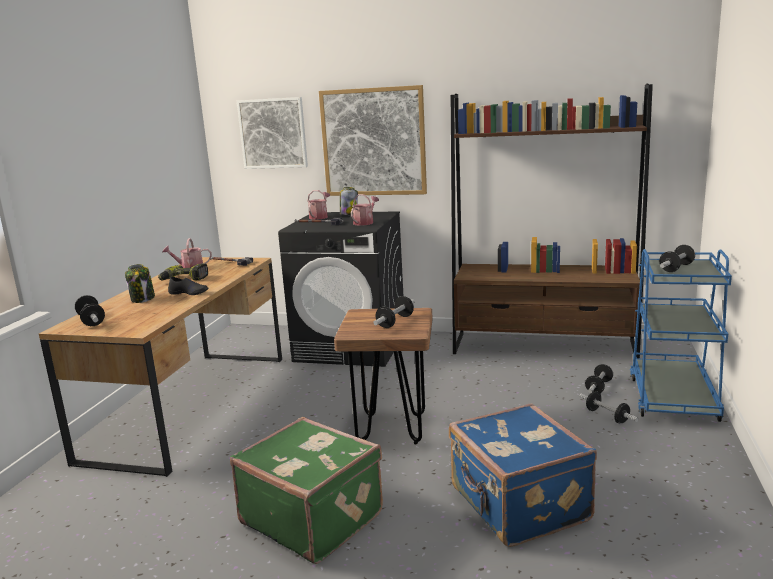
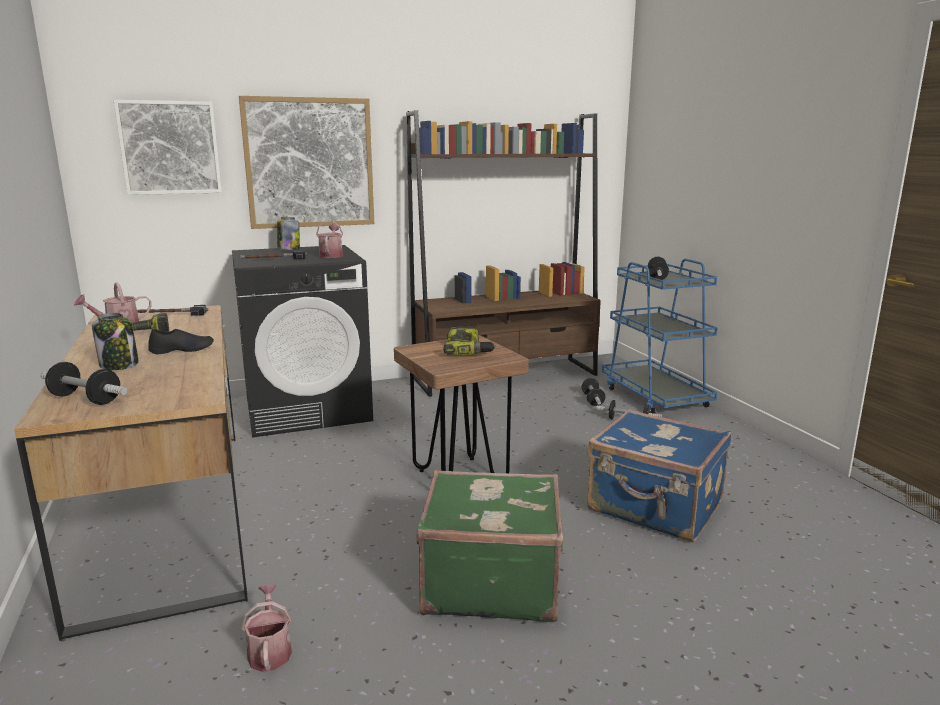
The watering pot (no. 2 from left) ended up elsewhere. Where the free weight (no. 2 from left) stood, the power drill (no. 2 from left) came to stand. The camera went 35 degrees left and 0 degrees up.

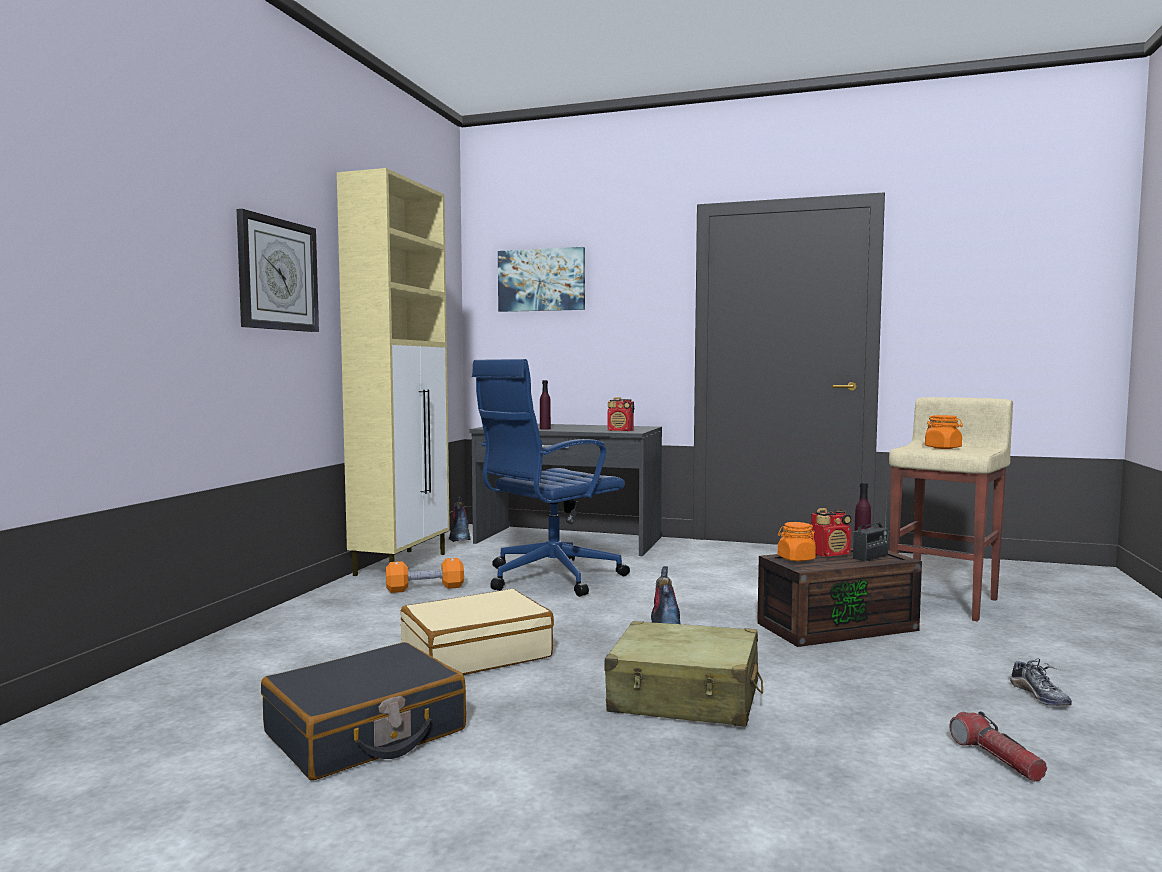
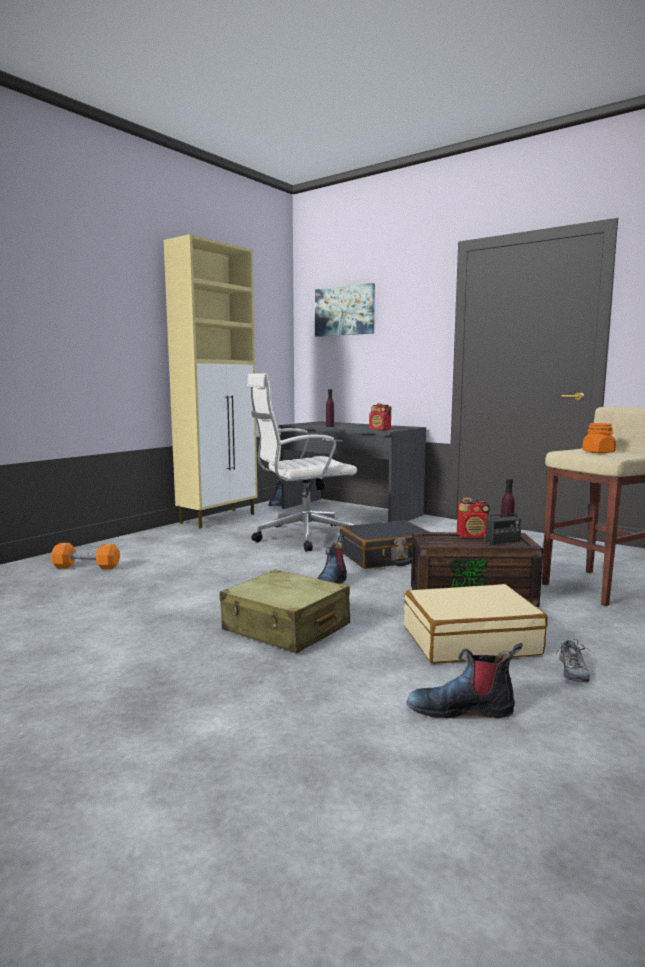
The second view lost the clock on the wall. The blackish suitcase ended up elsewhere. The orange-coloured free weight ended up elsewhere. The beige suitcase (no. 1 from left in the first image) ended up elsewhere. What was the blue-coloured computer chair turned into the white-coloured computer chair. The second view lost the orange-coloured storage jar (no. 1 from left). Where the flashlight stood, the high-top boot (no. 3 from left) came to stand. The camera went 20 degrees right and 5 degrees up.

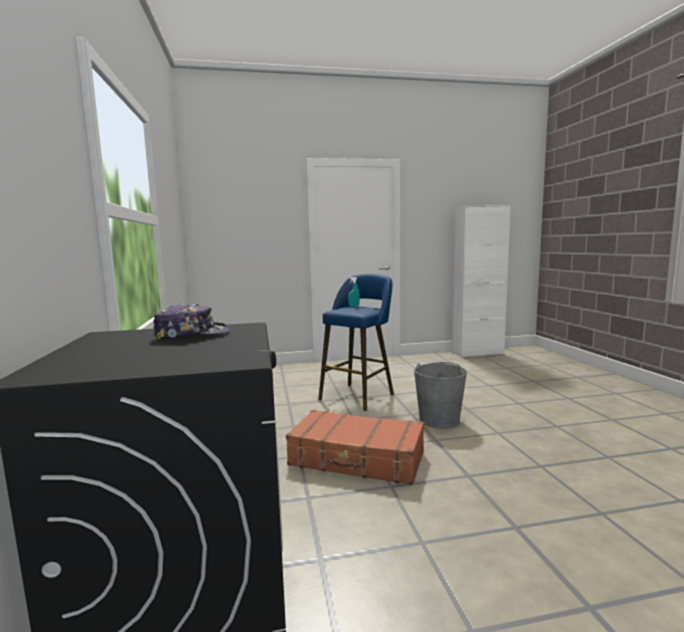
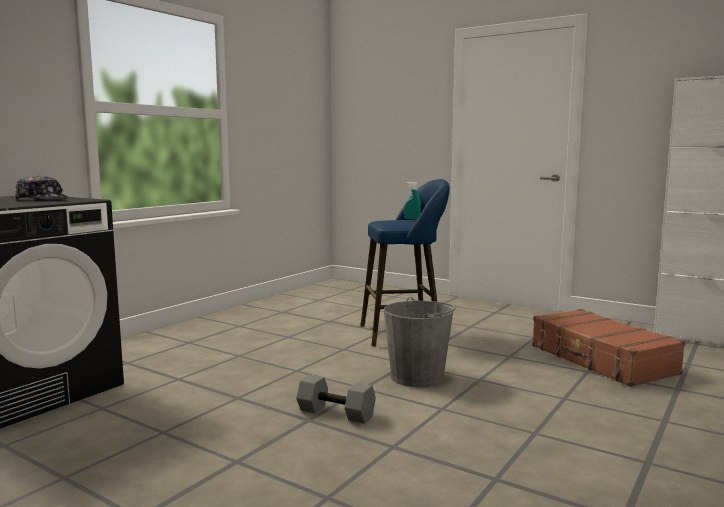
The brown-coloured suitcase ended up elsewhere. The second view gained the gray free weight. The camera went 45 degrees right and 0 degrees up.

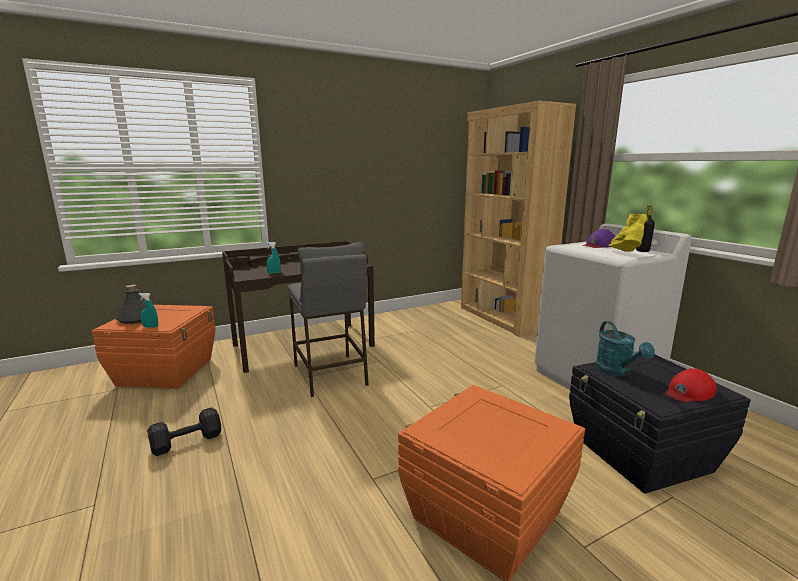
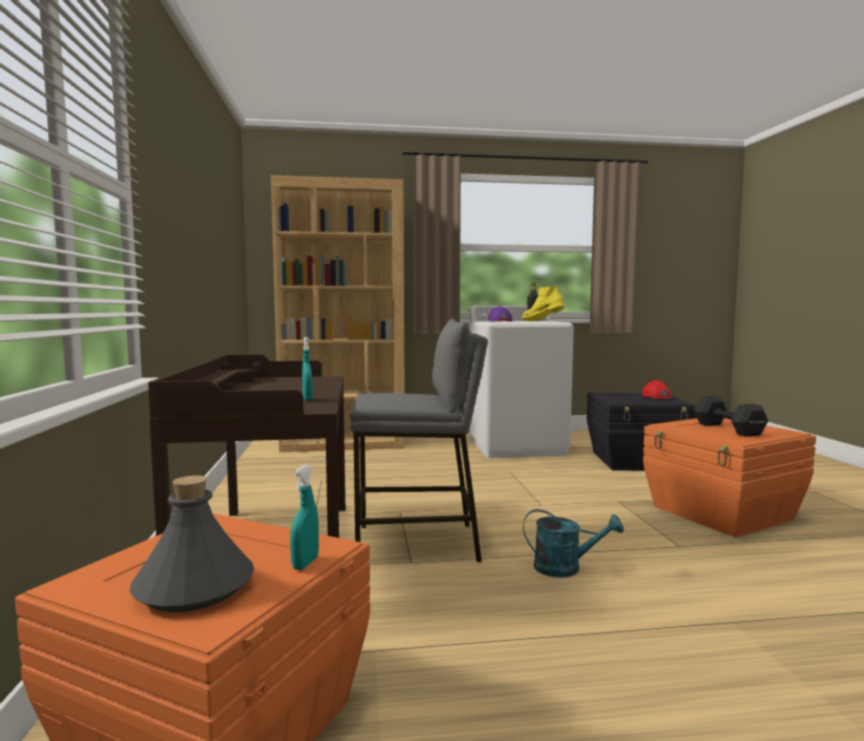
The blackish free weight ended up elsewhere. The blue-green watering pot ended up elsewhere. The camera went 70 degrees left and 10 degrees down.

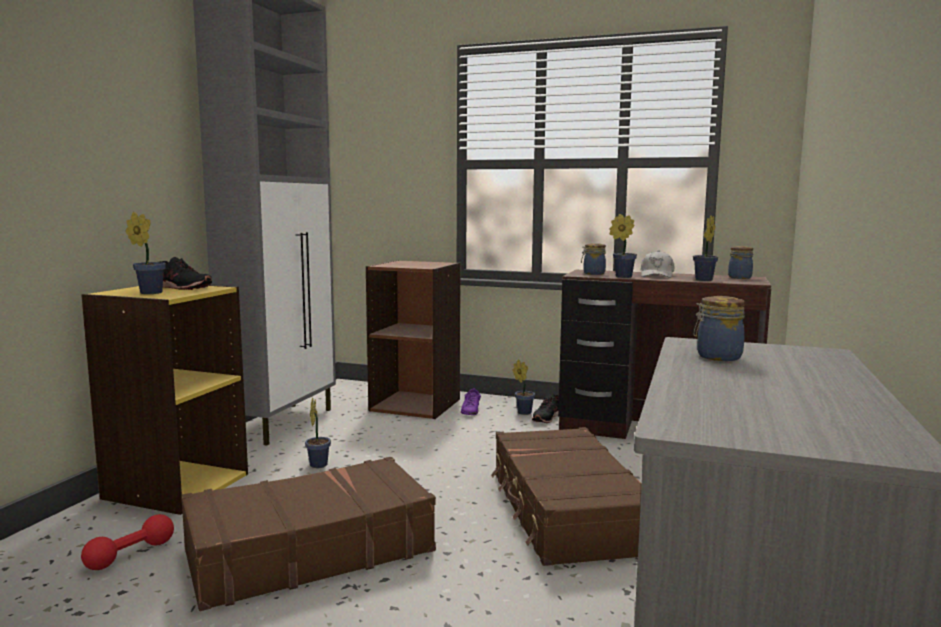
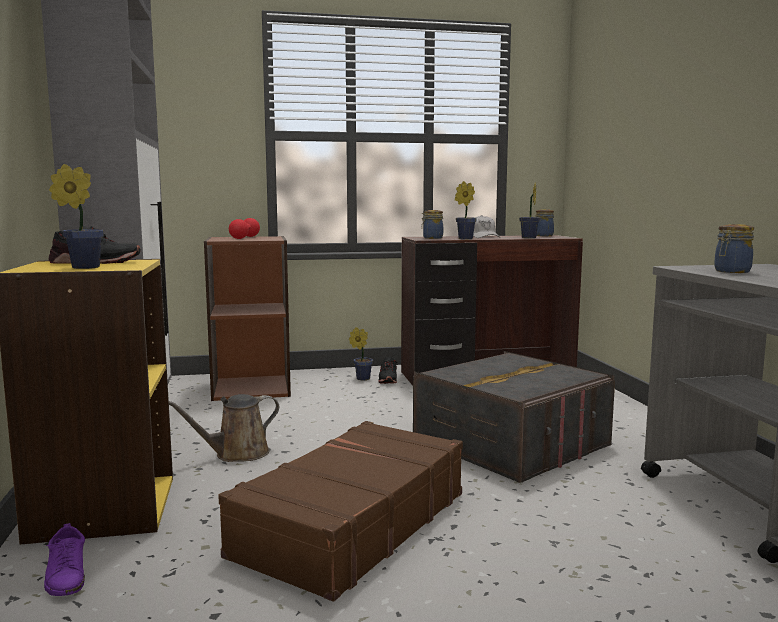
The red-coloured free weight ended up elsewhere. Where the potted plant (no. 2 from left) stood, the brown-coloured watering pot came to stand. The purplish low shoe ended up elsewhere. Where the brown-coloured suitcase (no. 2 from left) stood, the gray storage container came to stand. The camera went 30 degrees left and 0 degrees up.

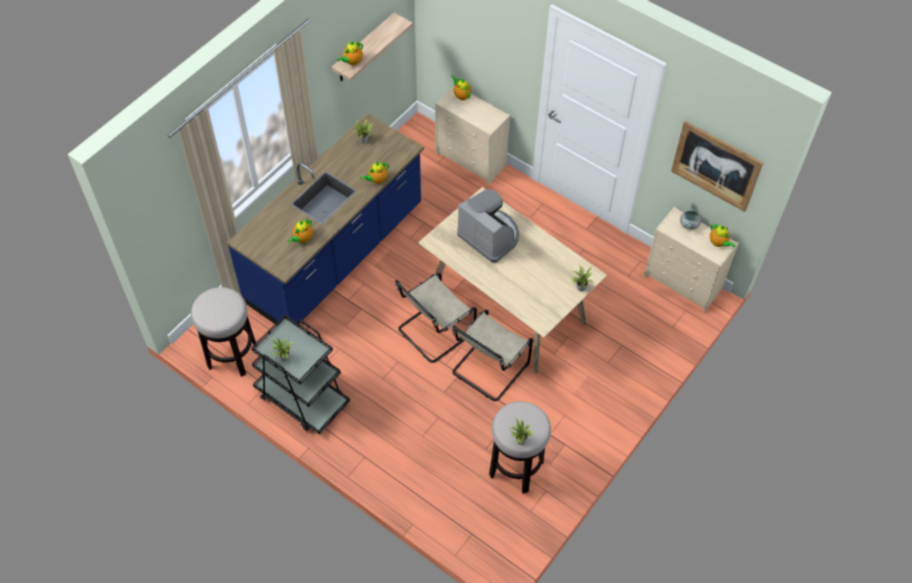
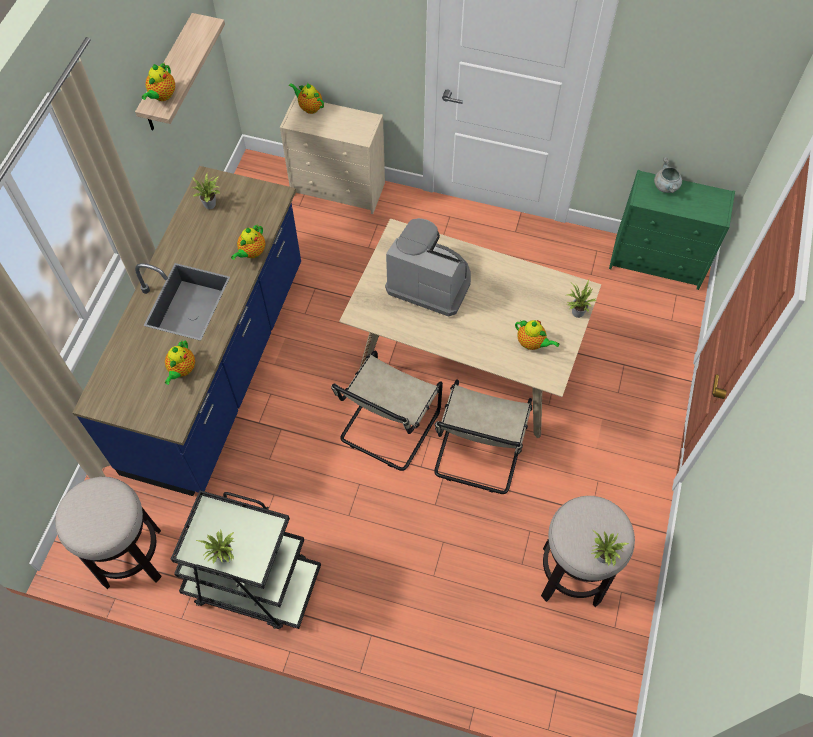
What was the beige chest of drawers (no. 2 from left) turned into the greenish chest of drawers. The second view lost the picture. The pot for tea (no. 5 from left) ended up elsewhere. The camera went 20 degrees left and 5 degrees up.

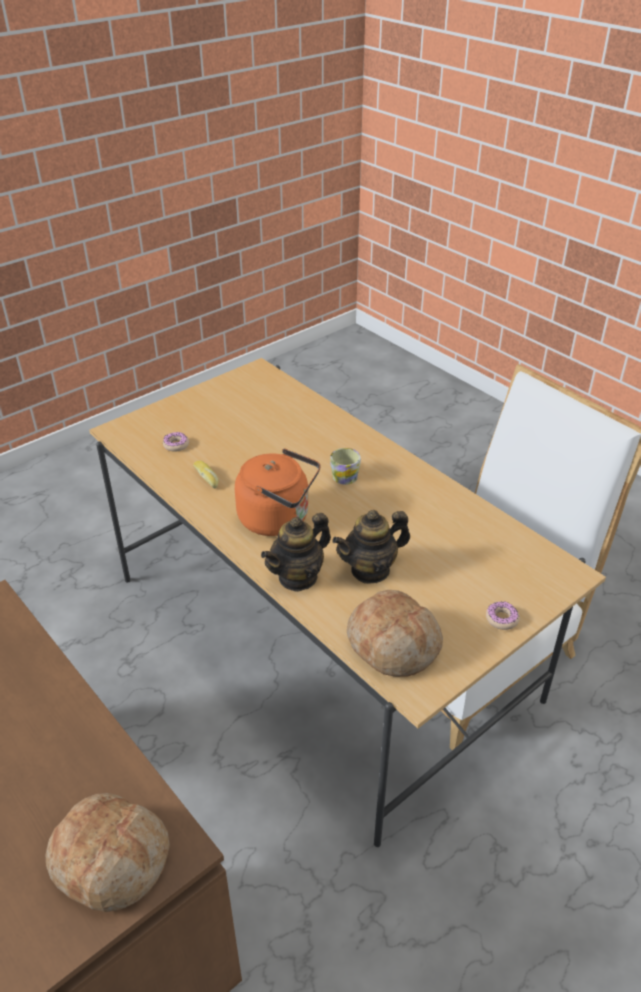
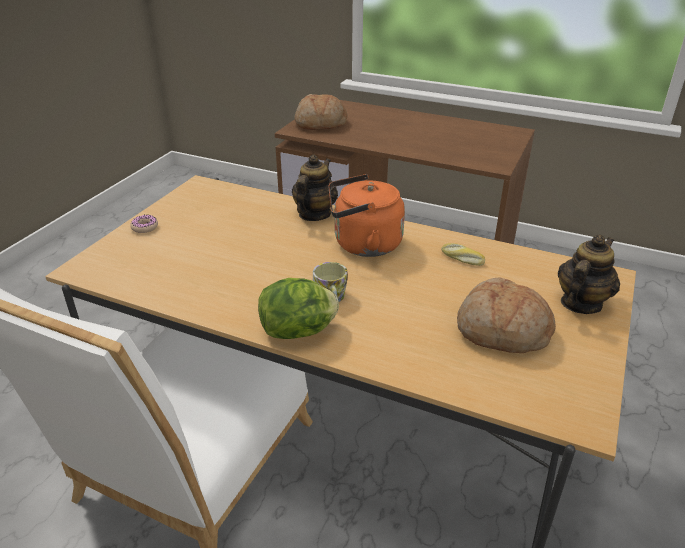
The second view lost the donut (no. 1 from left). The pot for tea (no. 2 from left) ended up elsewhere. The bakery bread (no. 3 from left) ended up elsewhere. The second view gained the head of lettuce. The camera went 155 degrees right and 5 degrees down.

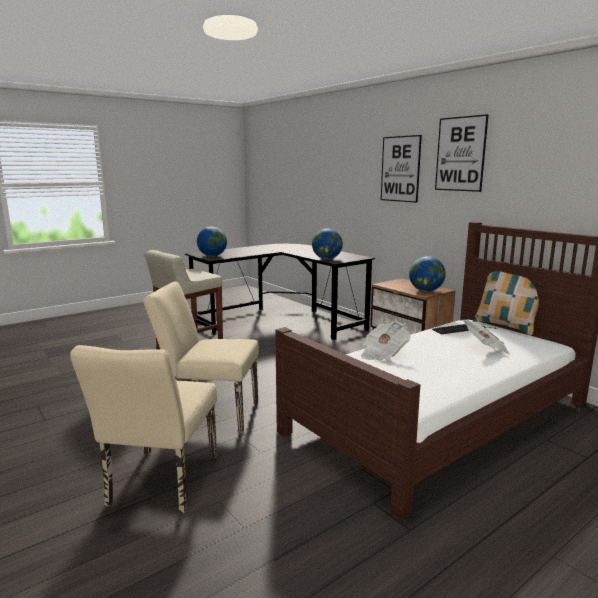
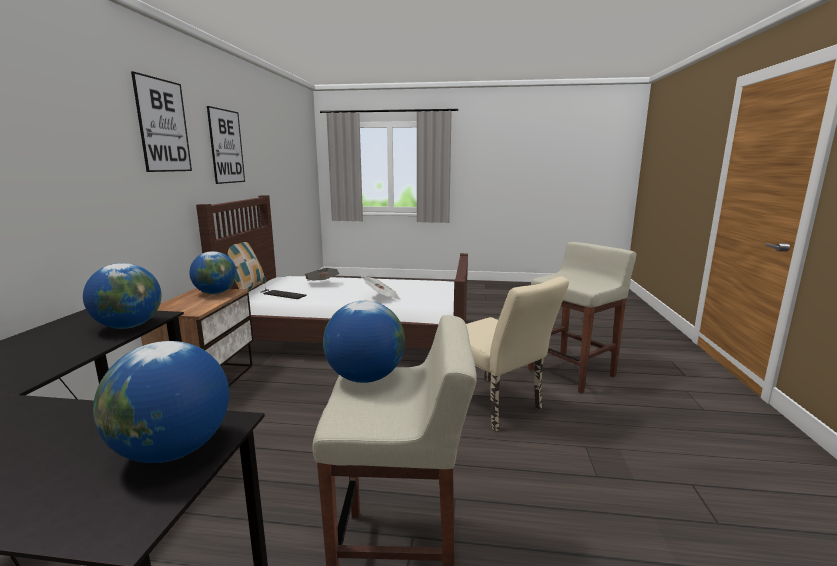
Where the beige upright chair (no. 1 from left) stood, the beige stool seat (no. 2 from left) came to stand. The picture (no. 1 from left in the first image) ended up elsewhere. The second view gained the desk globe (no. 4 from left). The camera went 135 degrees left and 0 degrees up.

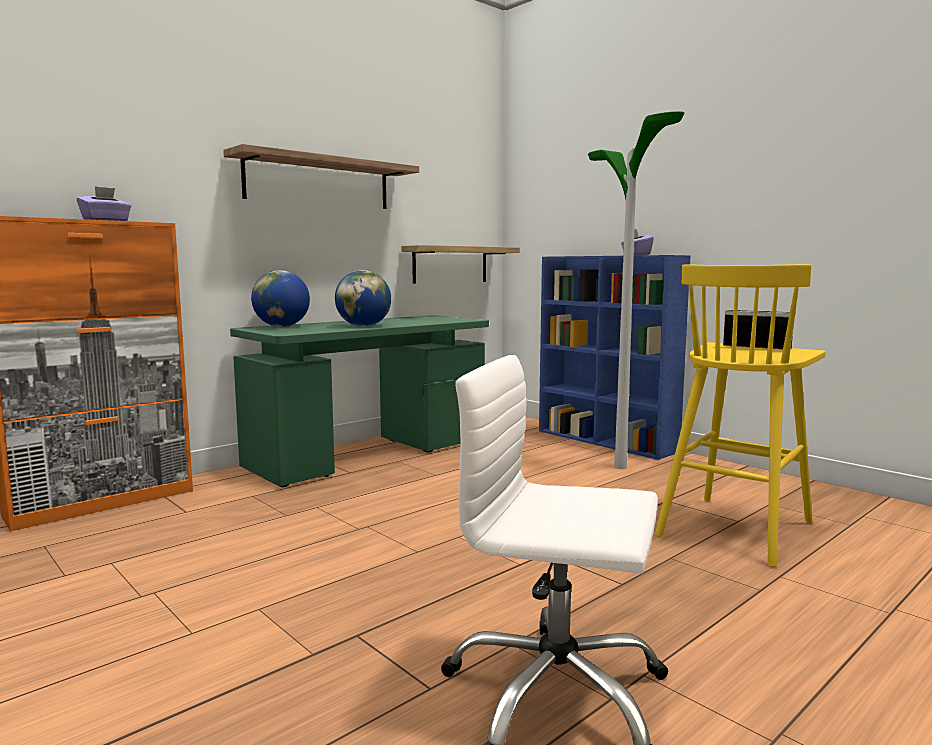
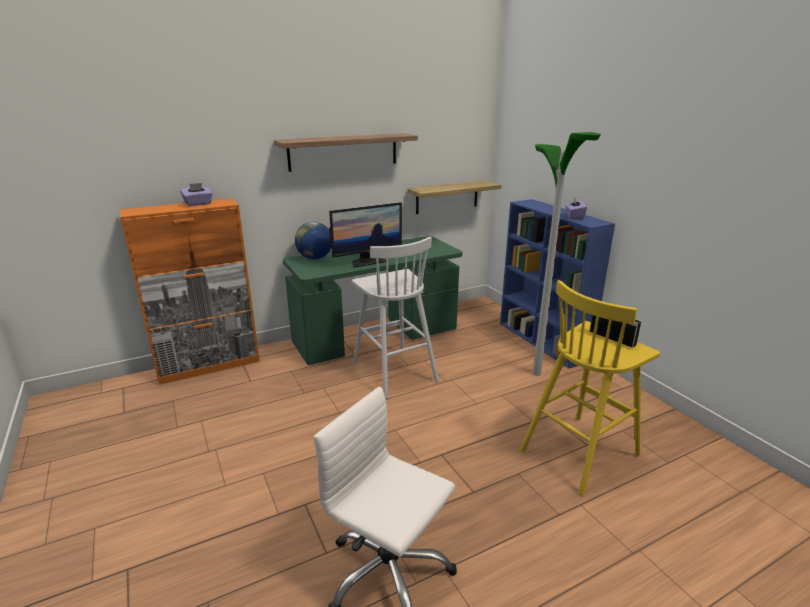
Where the desk globe (no. 2 from left) stood, the computer screen came to stand. The second view gained the white-coloured stool seat. The camera went 15 degrees right and 15 degrees up.

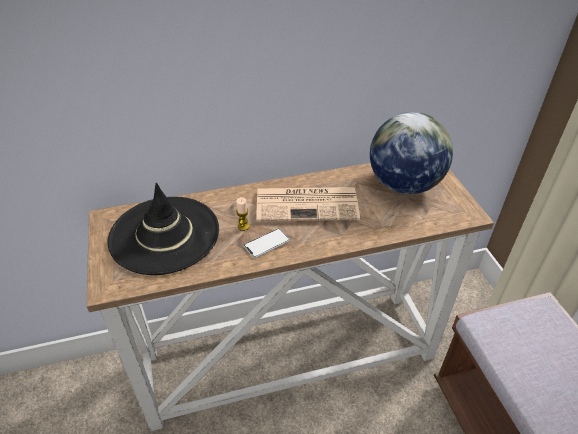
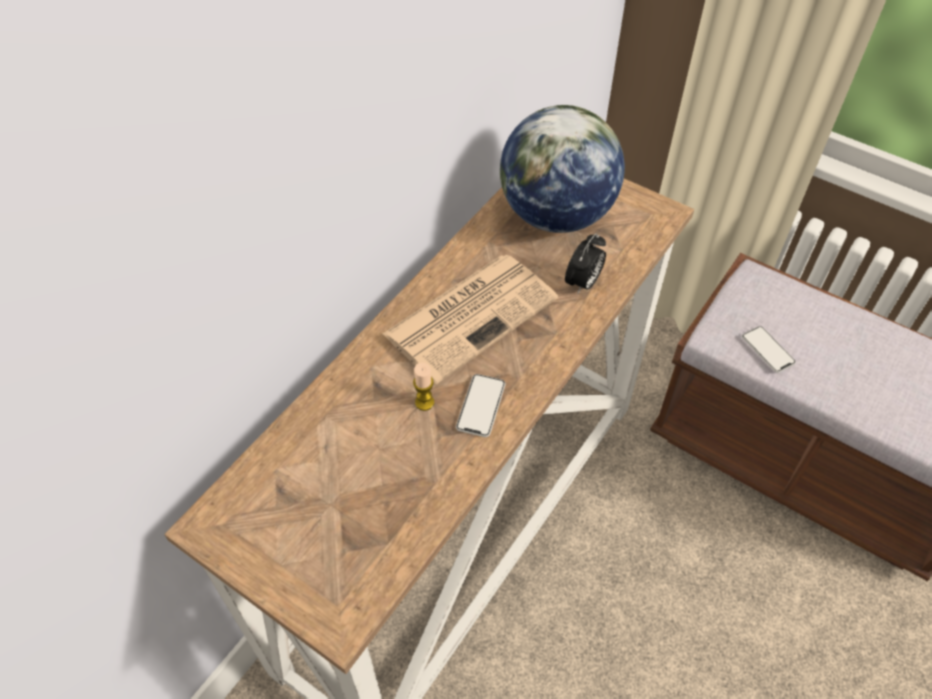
The second view lost the blackish hat. The second view gained the bedside clock. The second view gained the handset (no. 2 from left). The camera went 40 degrees left and 10 degrees up.

